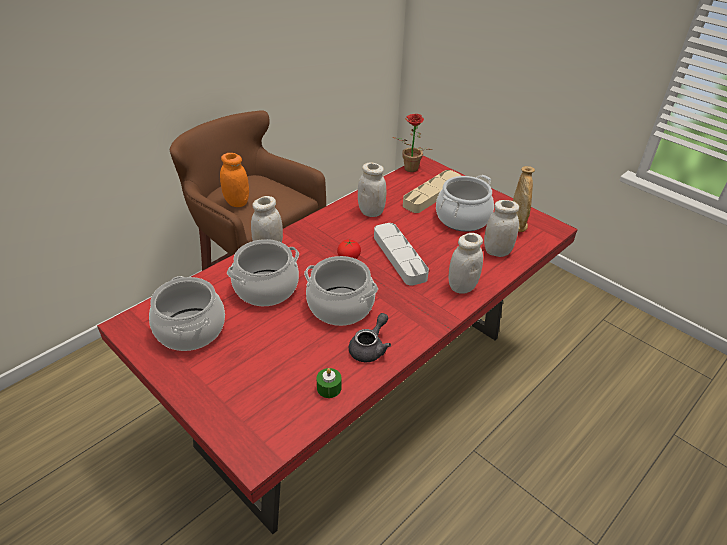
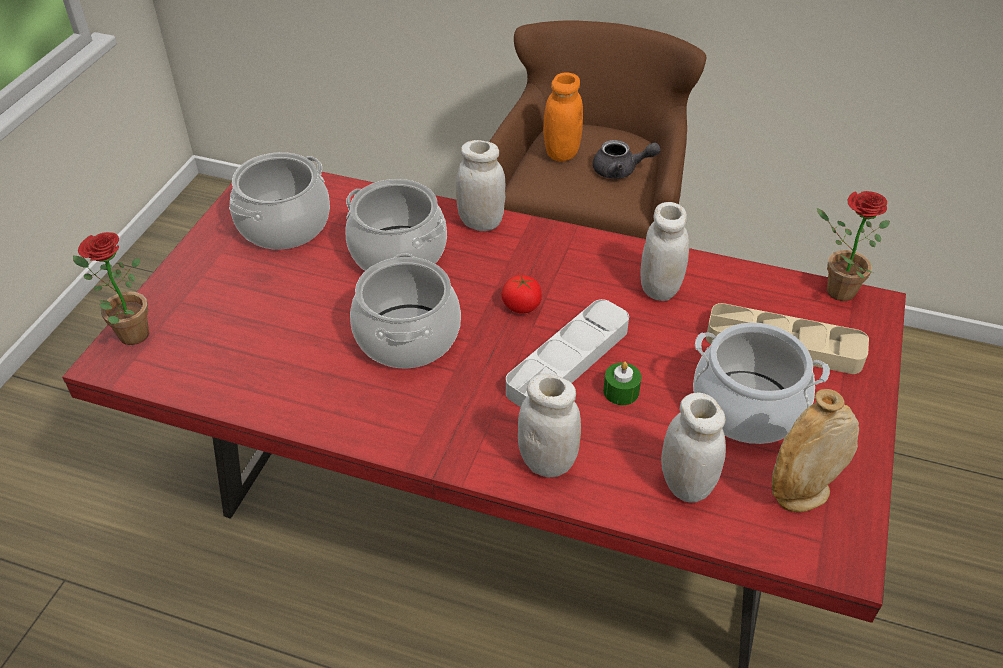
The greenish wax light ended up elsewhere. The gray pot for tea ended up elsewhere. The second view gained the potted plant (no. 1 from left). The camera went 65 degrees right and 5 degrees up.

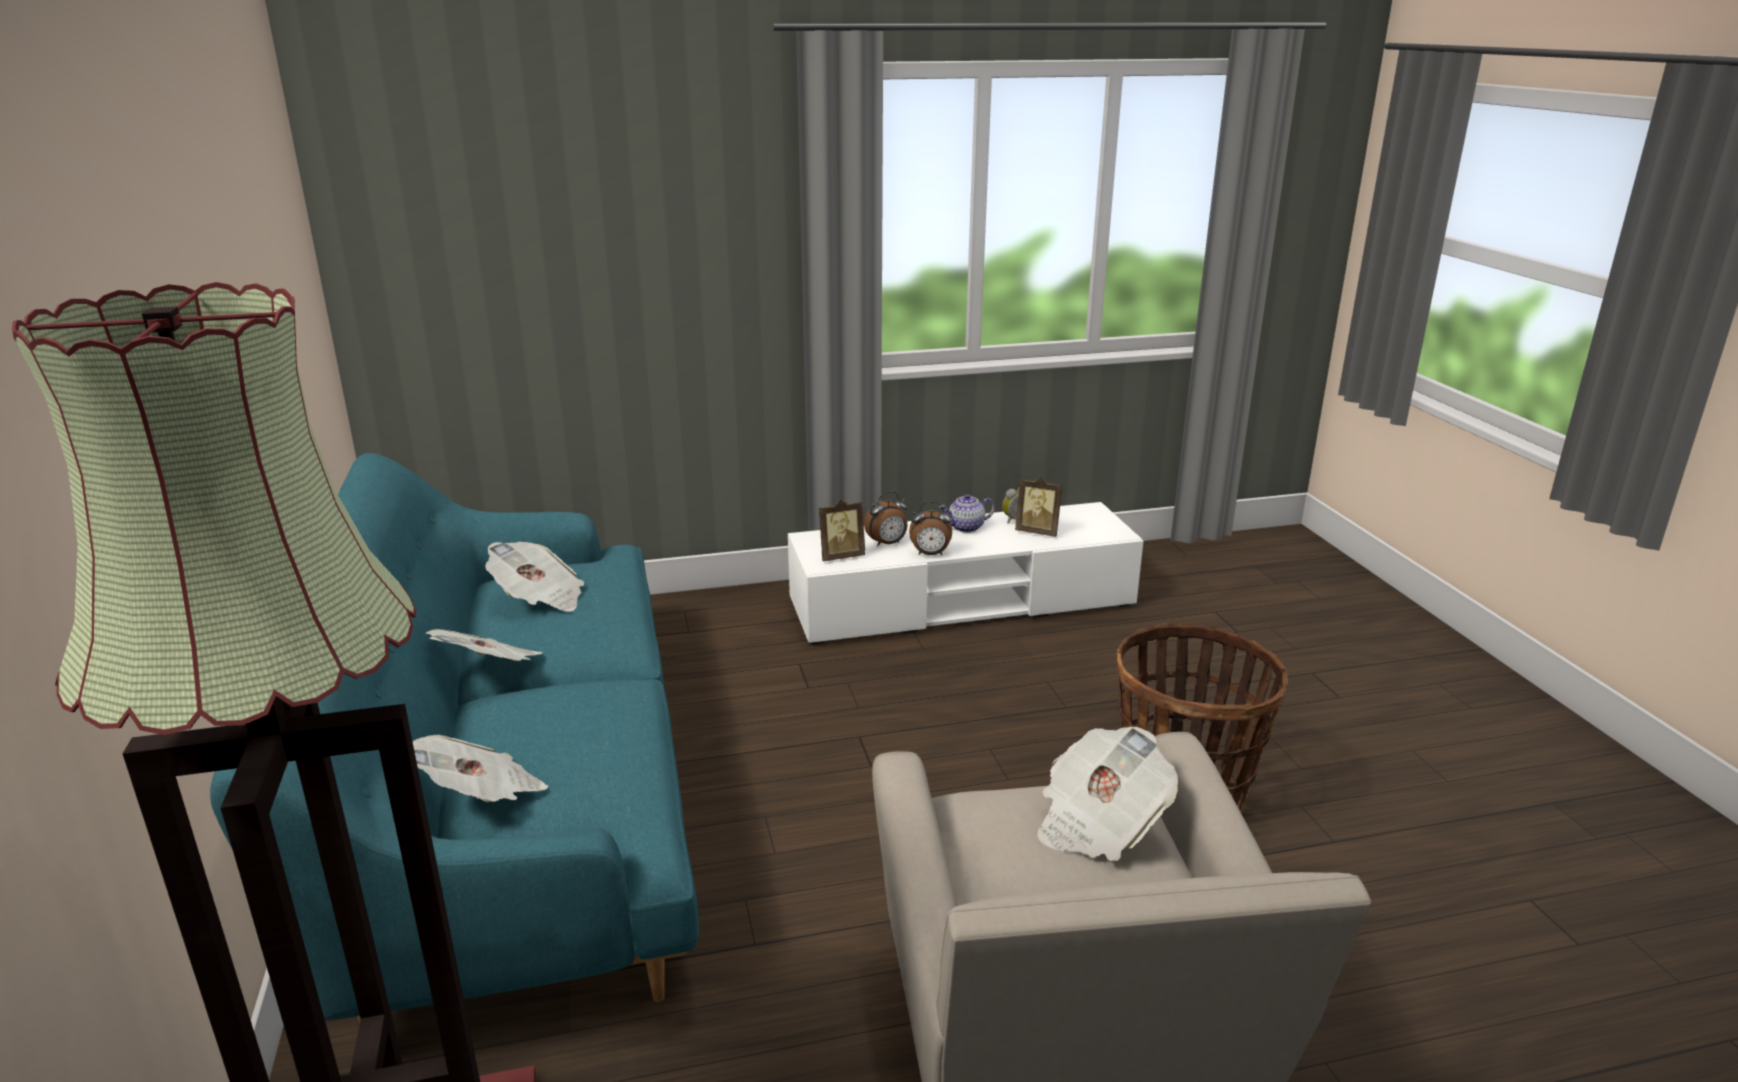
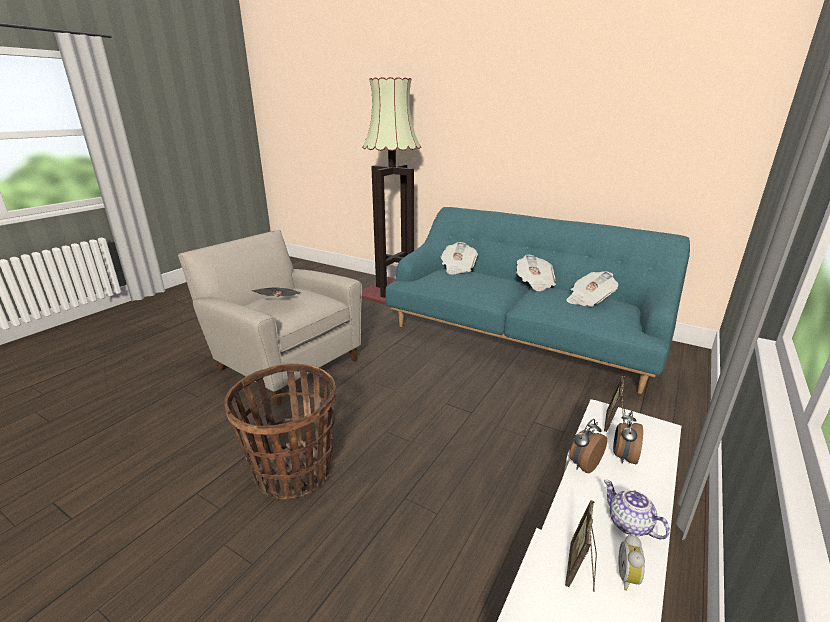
The pot for tea ended up facing another way, 60 degrees counterclockwise from before. The standing frame (no. 2 from left in the first image) ended up facing another way, 45 degrees counterclockwise from before. The camera went 135 degrees right and 0 degrees up.

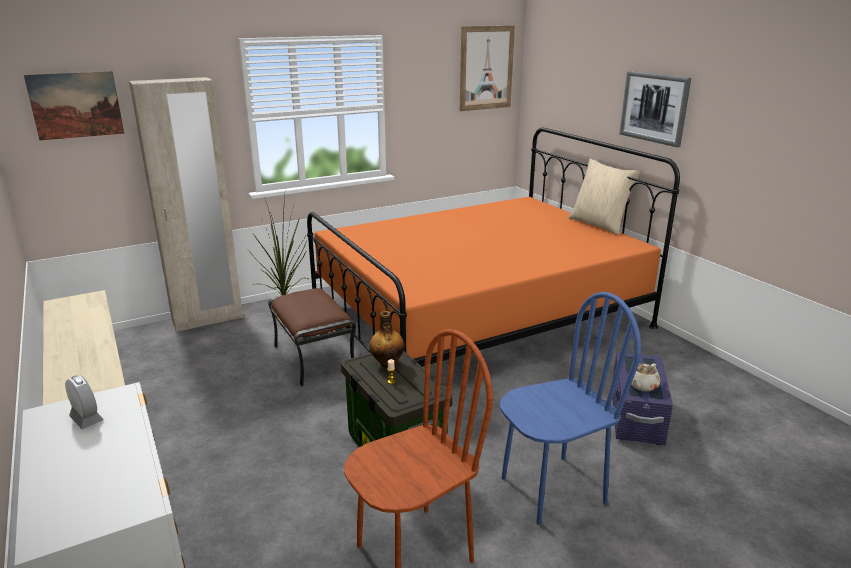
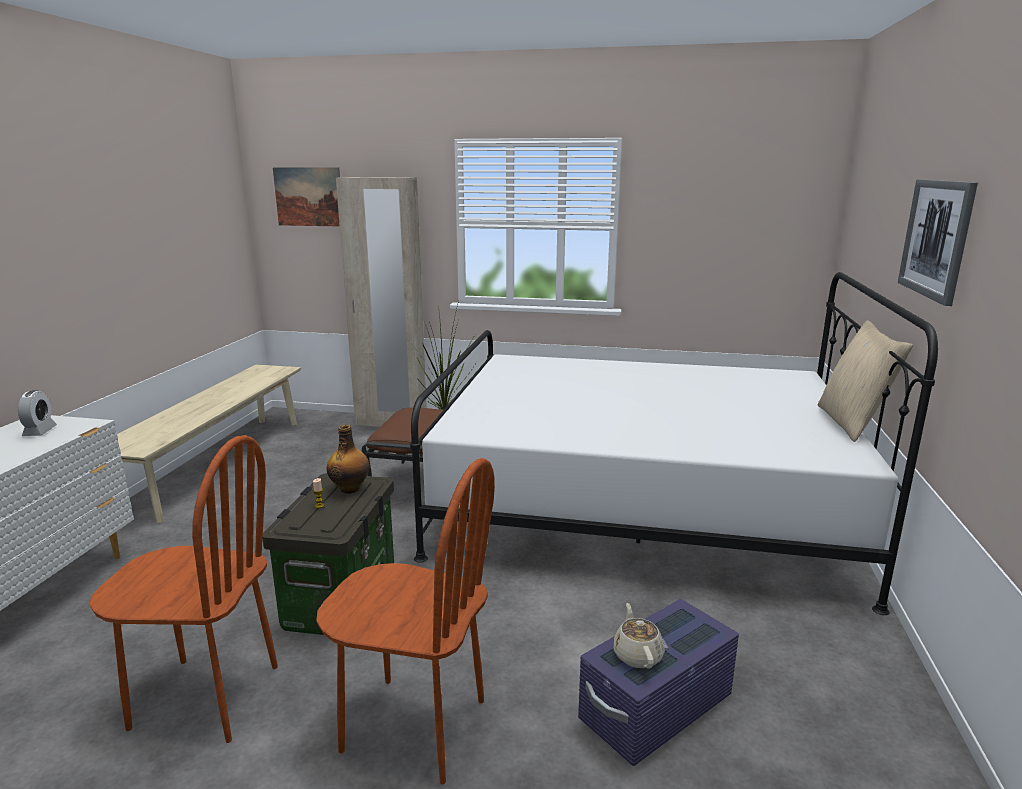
What was the orange-coloured sleeping bed turned into the white-coloured sleeping bed. The second view lost the picture (no. 2 from left). What was the blue-coloured upright chair turned into the brown-coloured upright chair (no. 2 from left). The beige pot for tea ended up facing another way, 90 degrees clockwise from before. The camera went 40 degrees right and 5 degrees down.

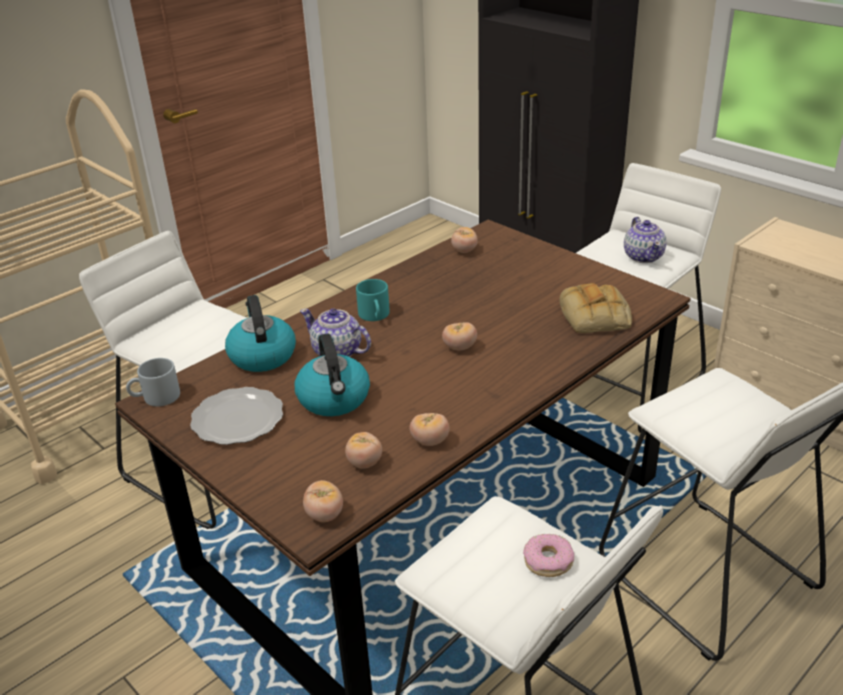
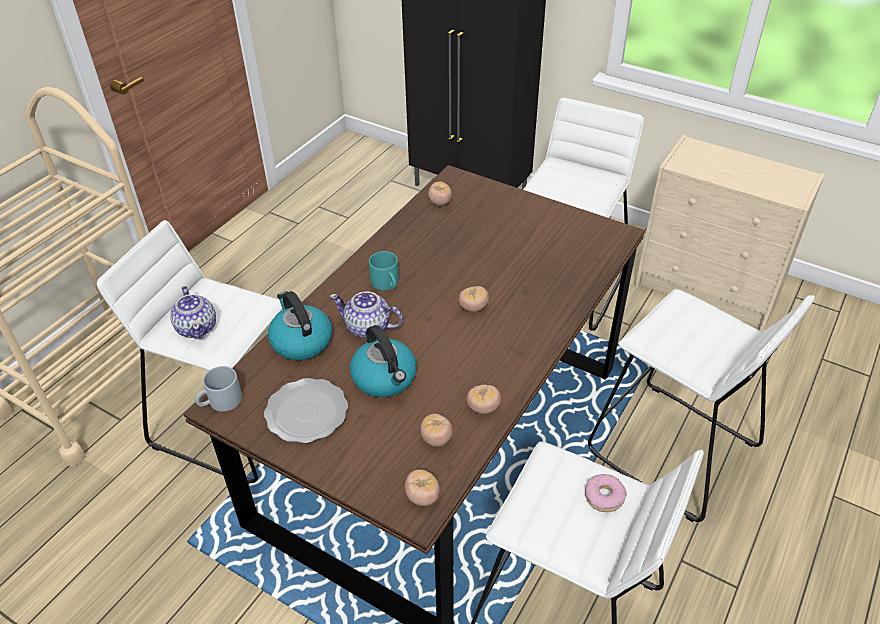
The second view lost the bakery bread. The pot for tea (no. 2 from left in the first image) ended up elsewhere. The camera went 15 degrees left and 10 degrees up.

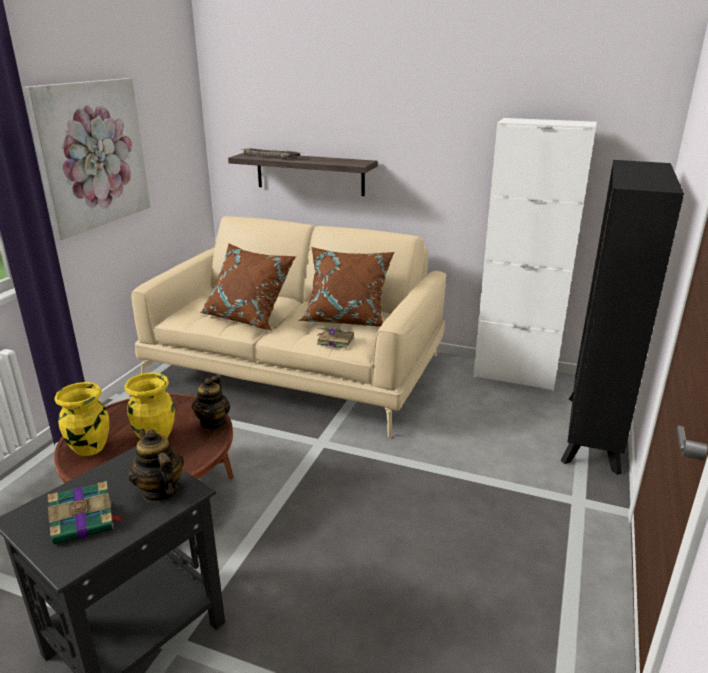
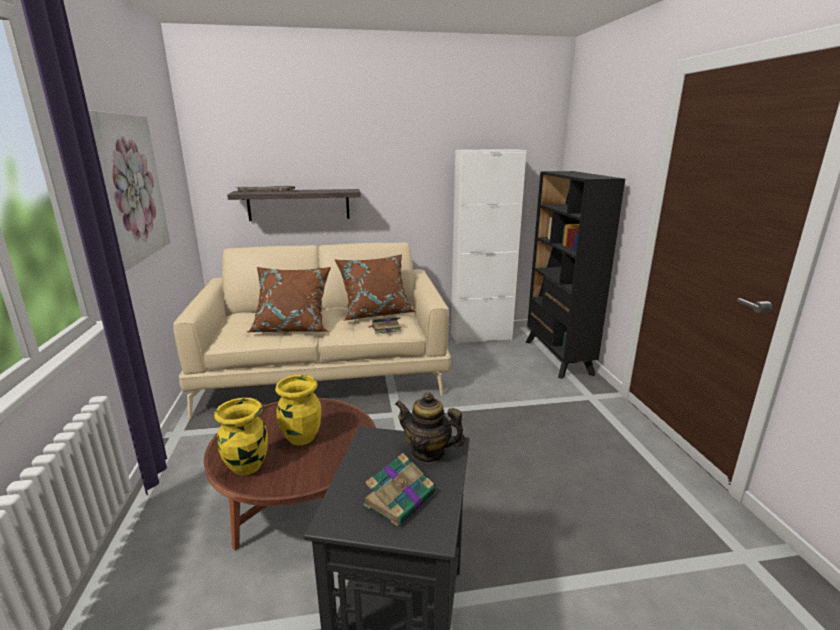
The second view lost the pot for tea (no. 2 from left). The camera went 30 degrees left and 5 degrees down.

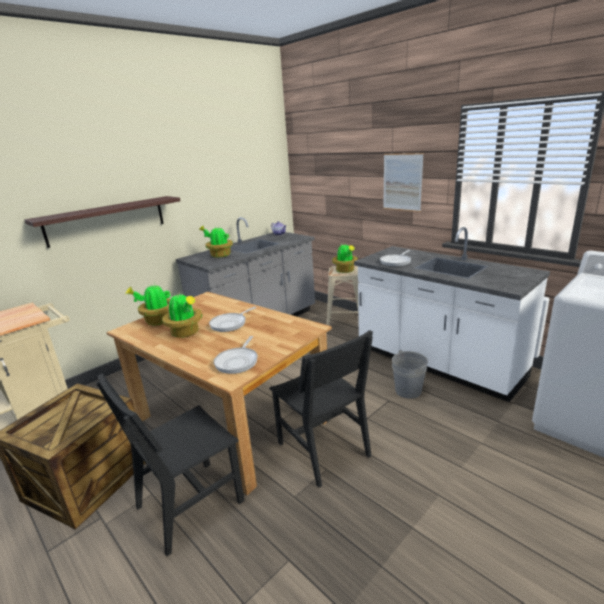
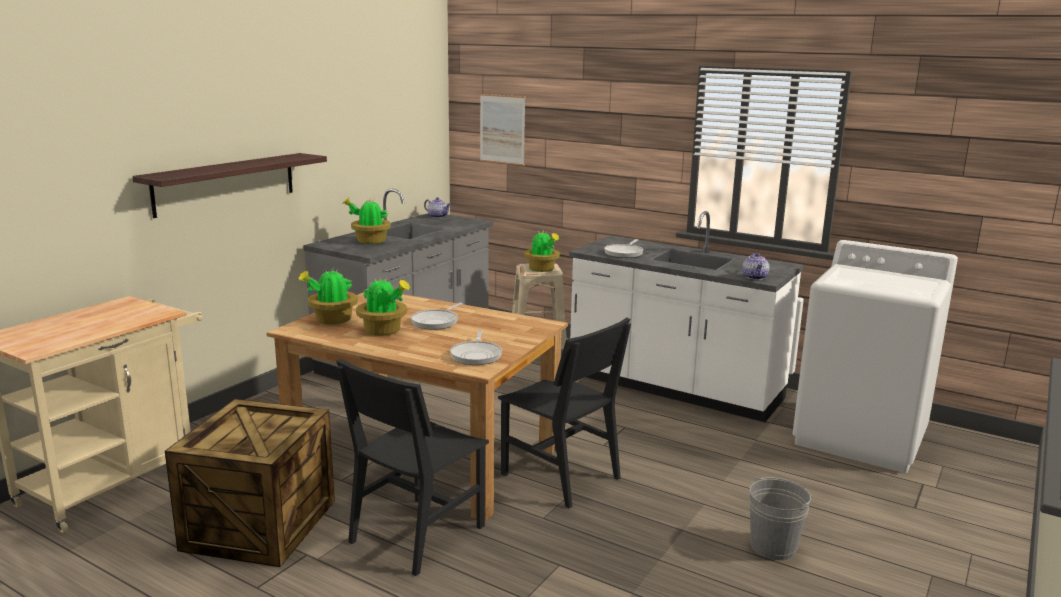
The picture ended up elsewhere. The gray pail ended up elsewhere. The second view gained the pot for tea (no. 2 from left). The camera went 15 degrees left and 5 degrees down.

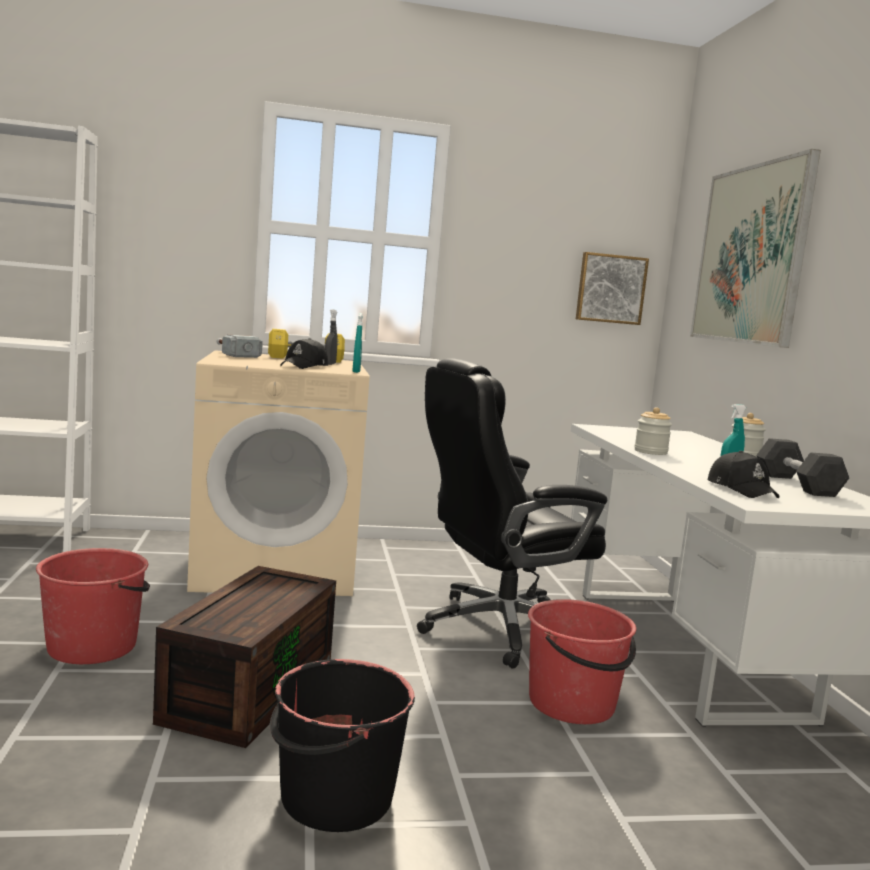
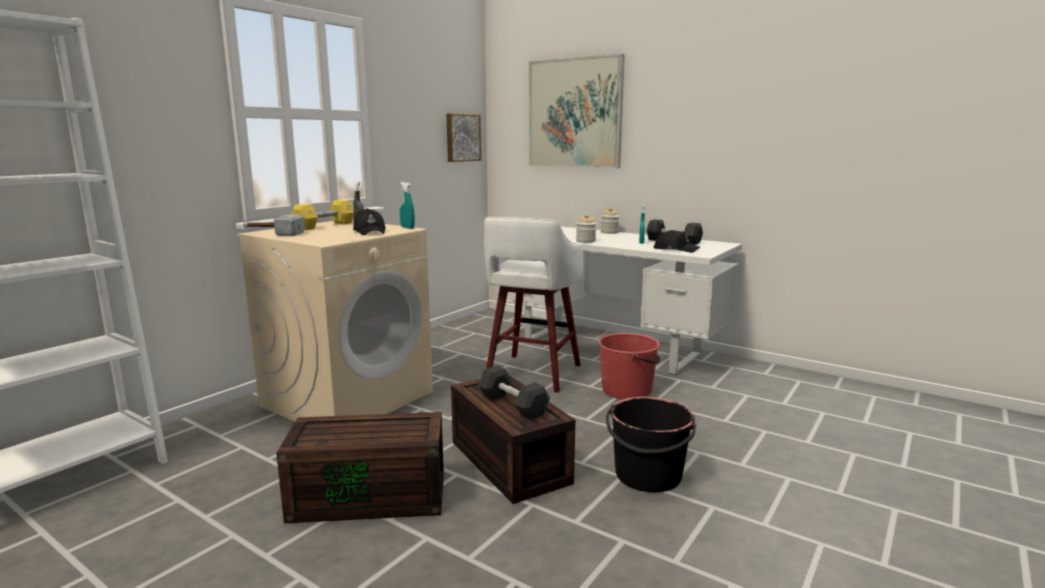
Where the red-coloured pail (no. 1 from left) stood, the brown-coloured storage container (no. 1 from left) came to stand. Where the blackish computer chair stood, the white-coloured stool seat came to stand. The second view gained the blackish free weight (no. 1 from left). The camera went 45 degrees left and 5 degrees up.

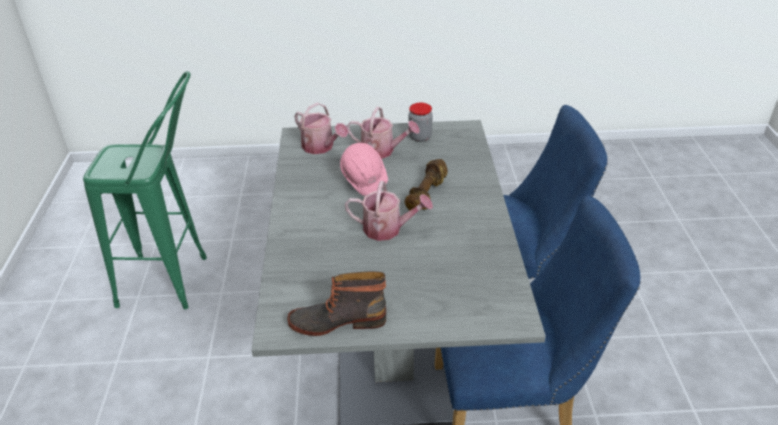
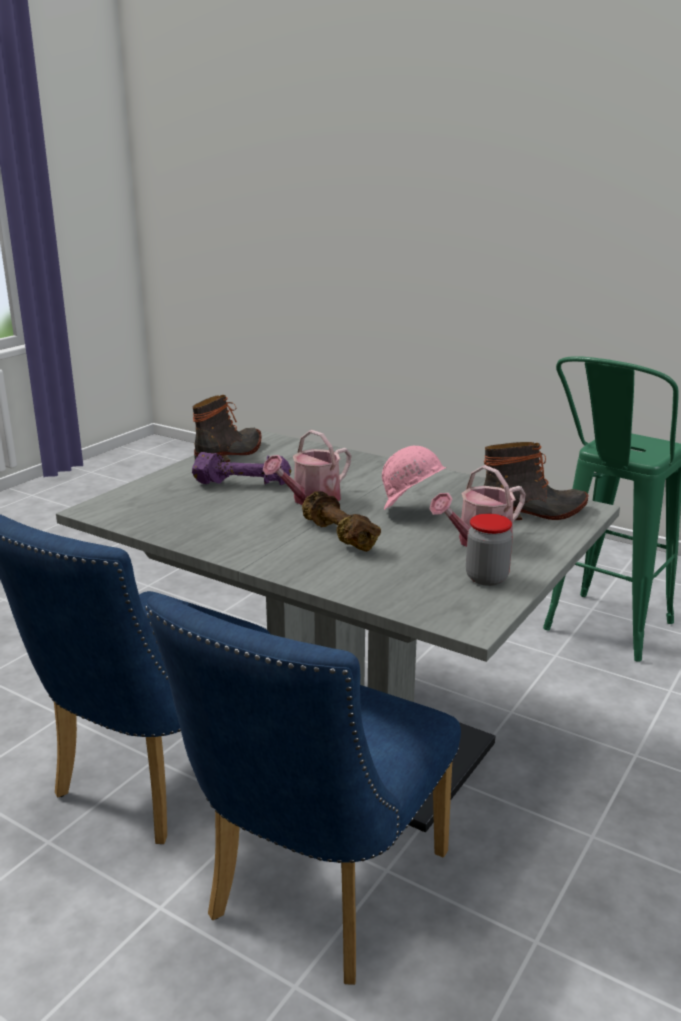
Where the watering pot (no. 1 from left) stood, the high-top boot (no. 2 from left) came to stand. The second view gained the purplish free weight. The camera went 125 degrees right and 15 degrees down.

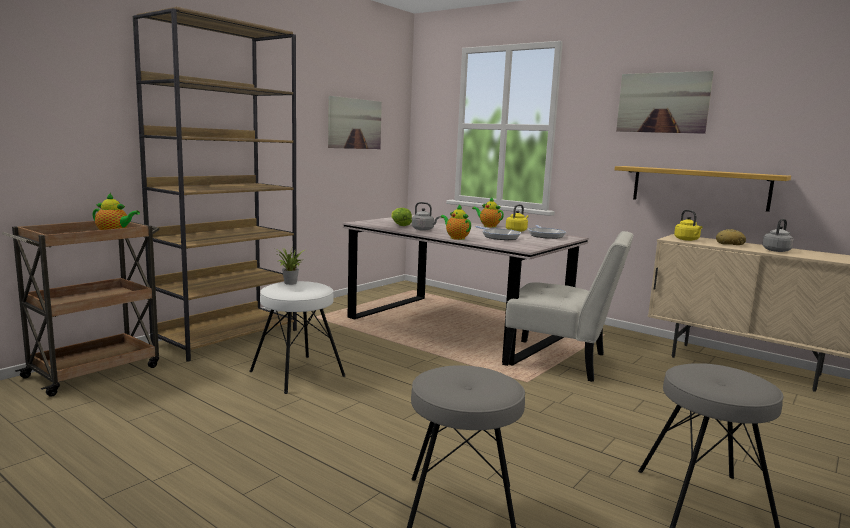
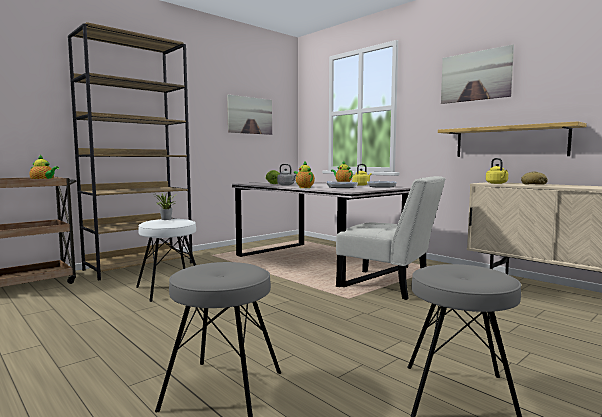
The second view lost the gray water kettle (no. 2 from left). The camera went 10 degrees right and 5 degrees down.

